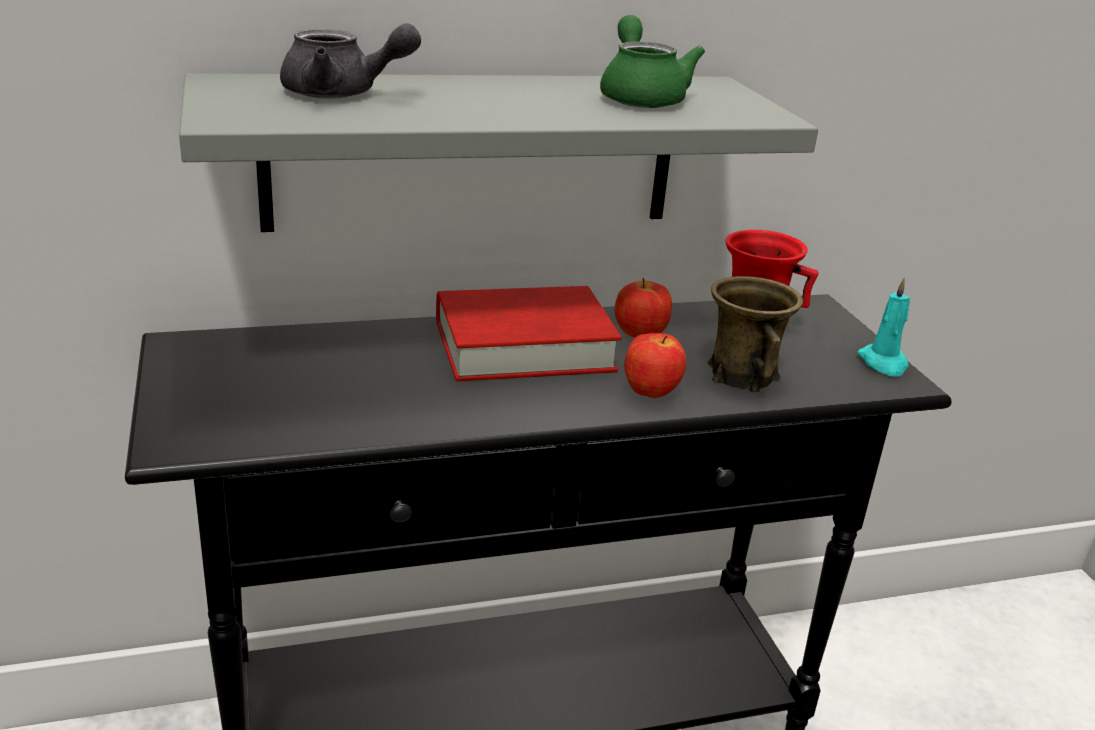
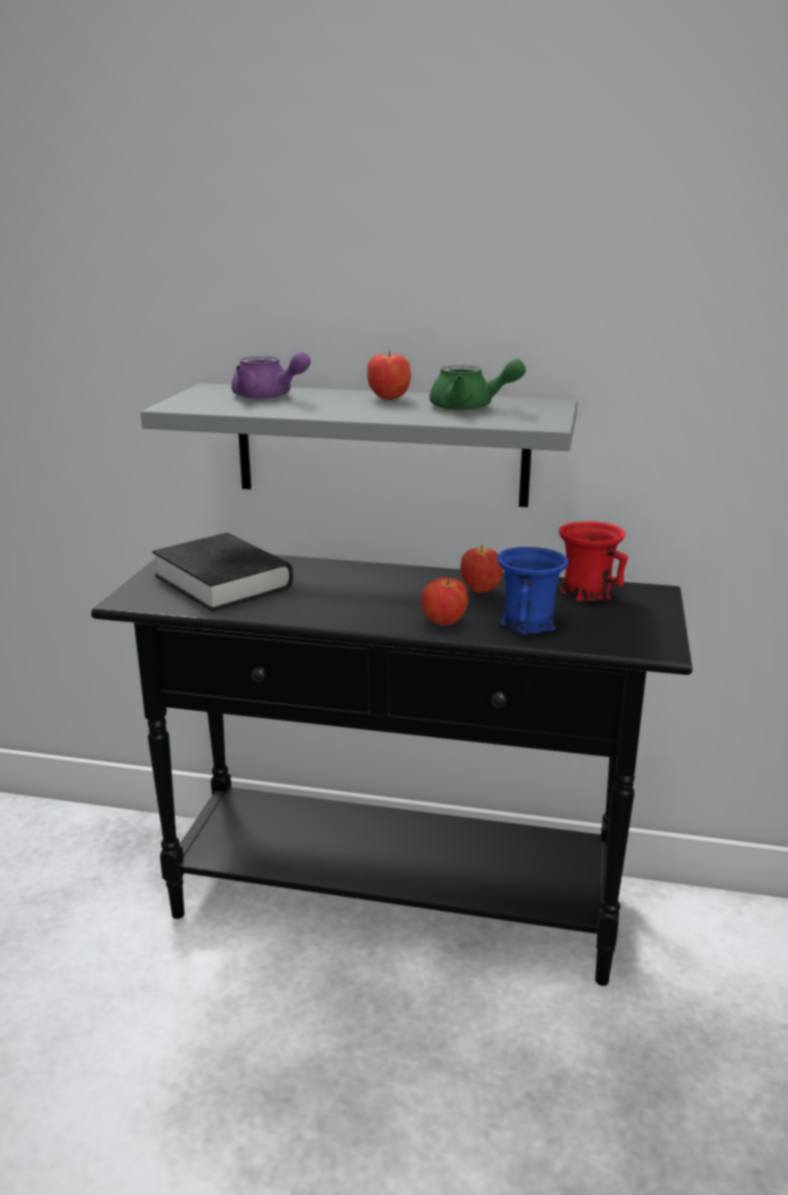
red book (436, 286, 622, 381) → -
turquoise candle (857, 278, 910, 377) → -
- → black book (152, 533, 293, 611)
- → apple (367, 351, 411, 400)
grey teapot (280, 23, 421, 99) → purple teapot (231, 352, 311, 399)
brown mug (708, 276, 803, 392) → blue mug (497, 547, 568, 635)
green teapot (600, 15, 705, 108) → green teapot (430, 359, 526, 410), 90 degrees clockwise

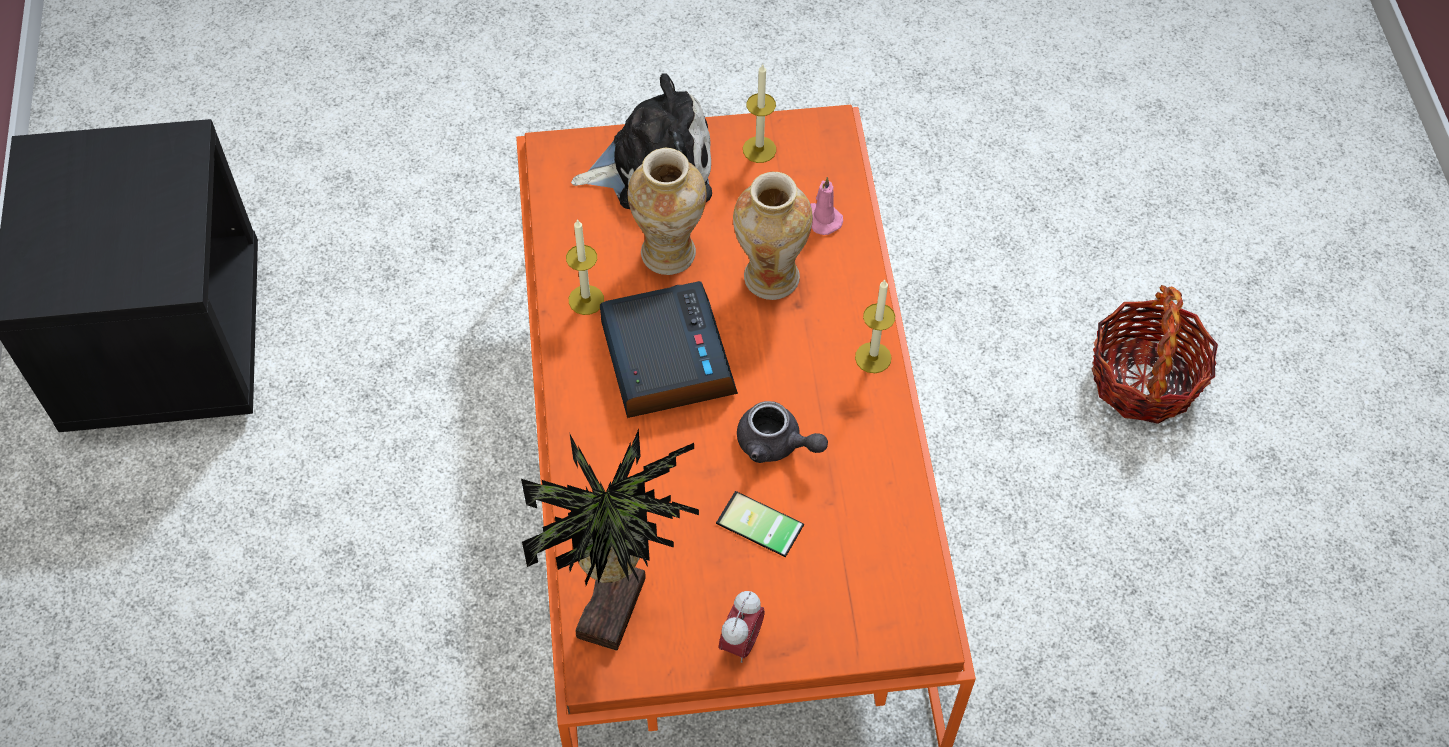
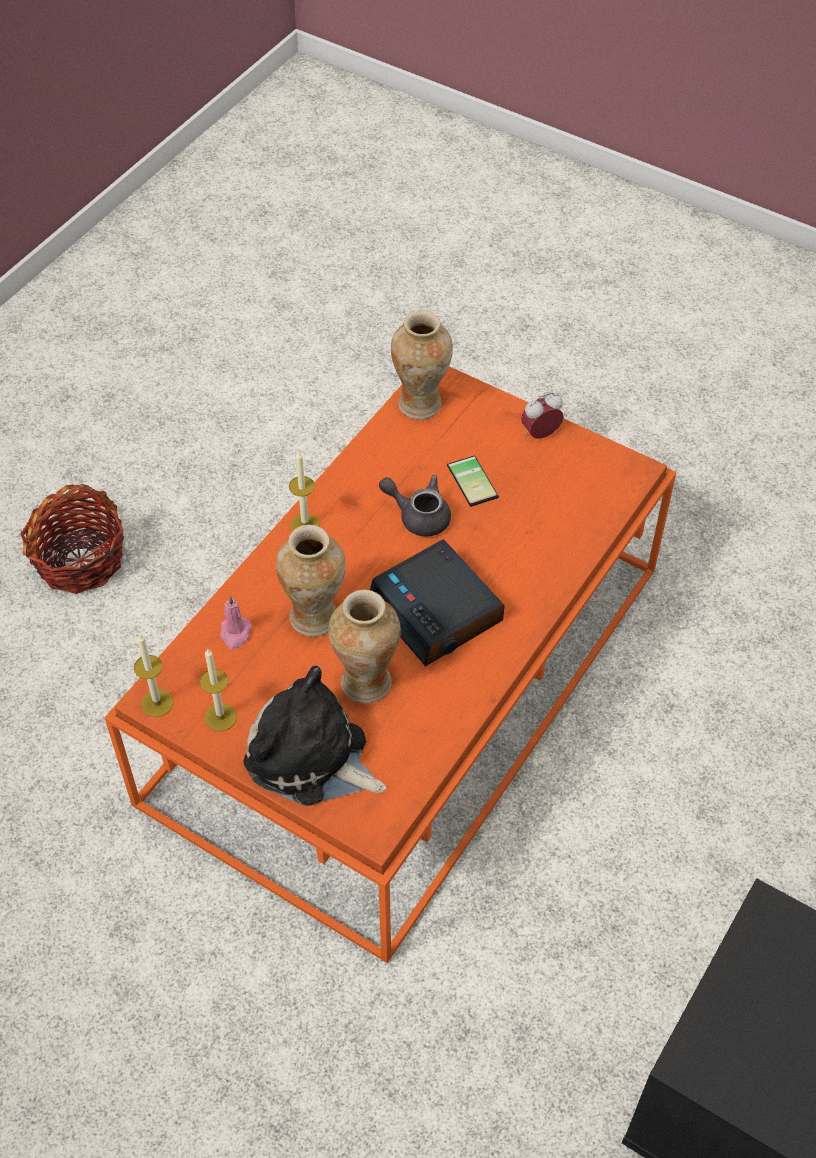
potted plant (521, 429, 699, 651) → -
- → vase (391, 310, 453, 420)
candle (566, 219, 604, 315) → candle (134, 635, 174, 717), moved
alarm clock (600, 281, 738, 418) → alarm clock (370, 539, 505, 667), 60 degrees counterclockwise
grey teapot (737, 401, 828, 463) → grey teapot (379, 475, 451, 537), 45 degrees counterclockwise

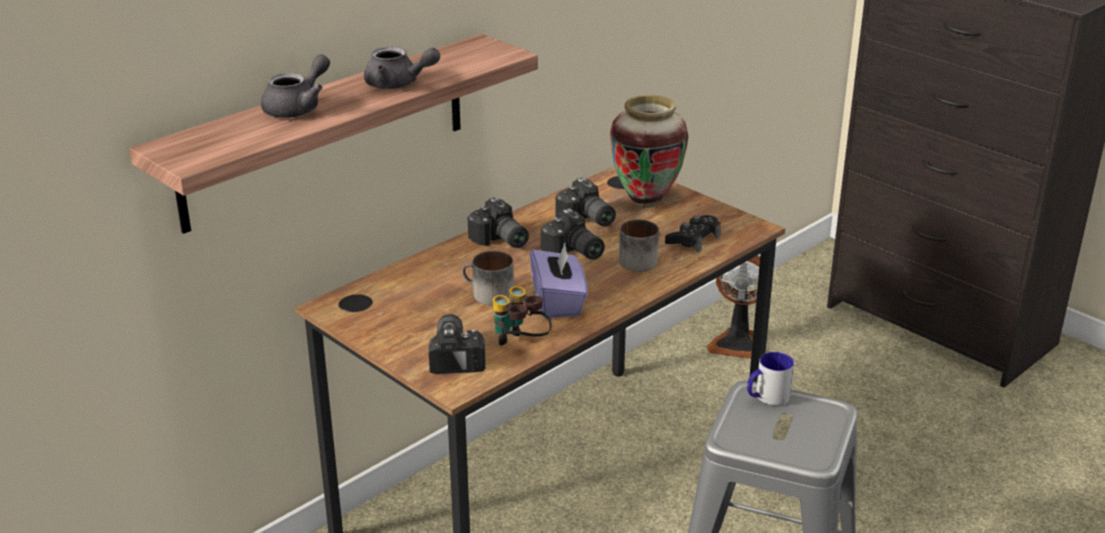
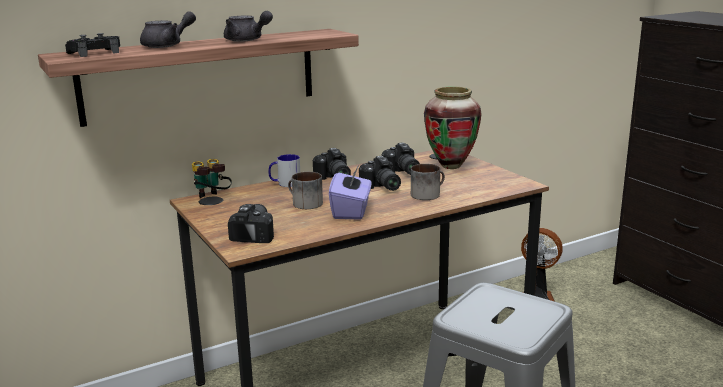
binoculars (493, 286, 552, 345) → binoculars (192, 159, 232, 198), moved
black game controller (665, 215, 721, 253) → black game controller (65, 33, 120, 57), moved
mug (747, 352, 794, 405) → mug (268, 154, 300, 187), moved

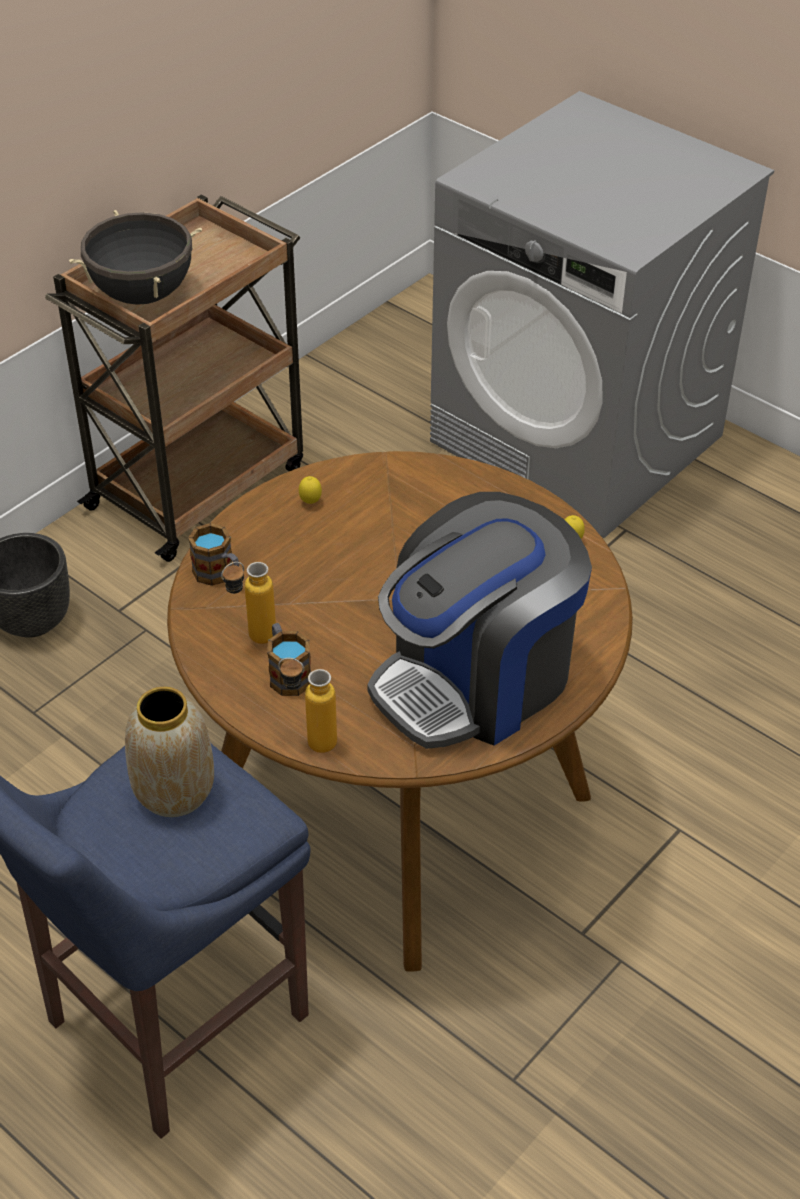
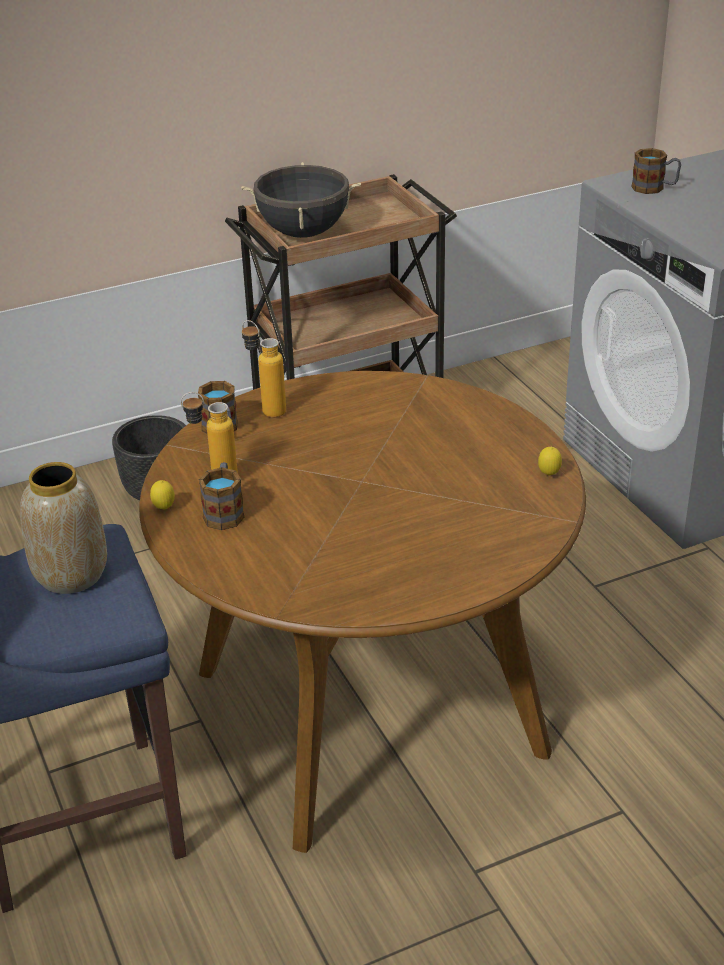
coffee machine (367, 492, 592, 749) → -
- → mug (631, 148, 681, 194)
bottle (278, 658, 337, 753) → bottle (242, 320, 286, 418), moved
lemon (299, 476, 322, 504) → lemon (150, 480, 175, 510), moved

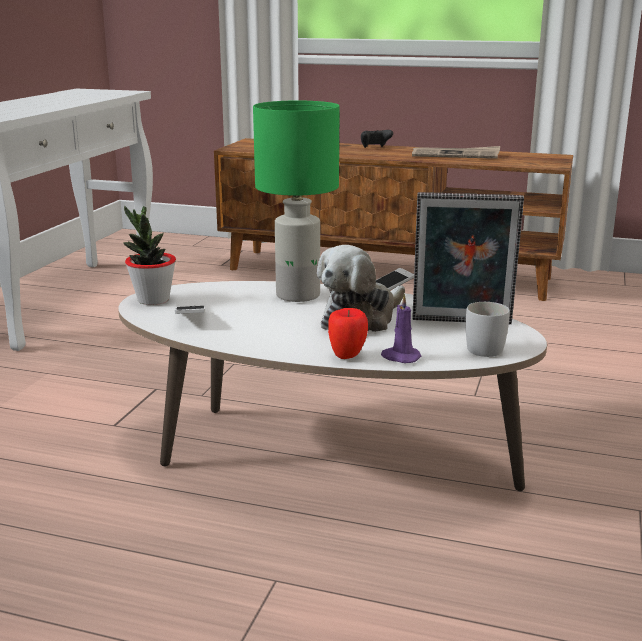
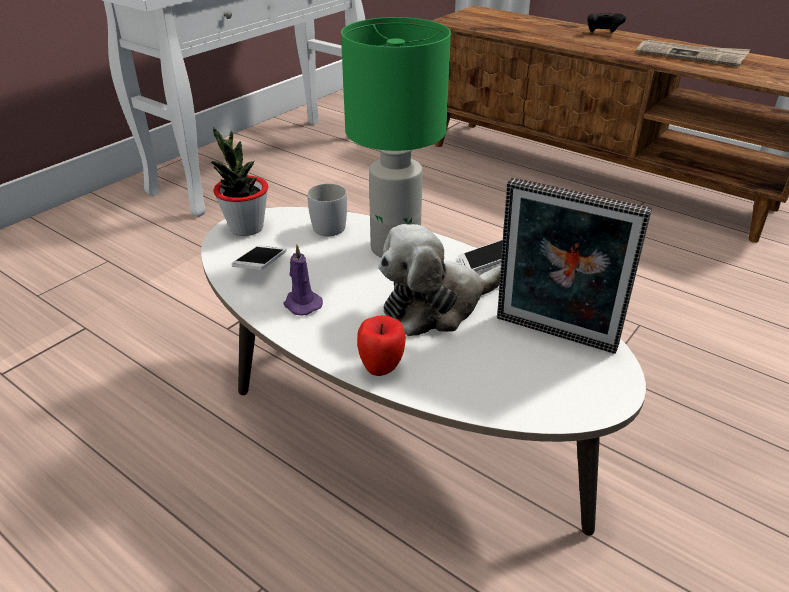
purple candle (381, 294, 422, 363) → purple candle (284, 244, 323, 316), moved
white mug (466, 302, 510, 357) → white mug (307, 184, 347, 236), moved

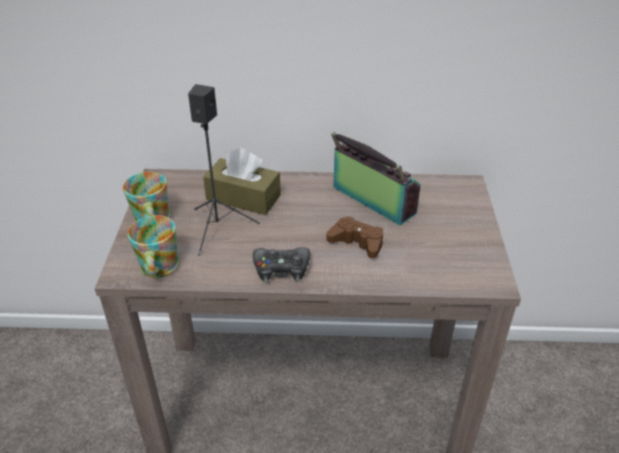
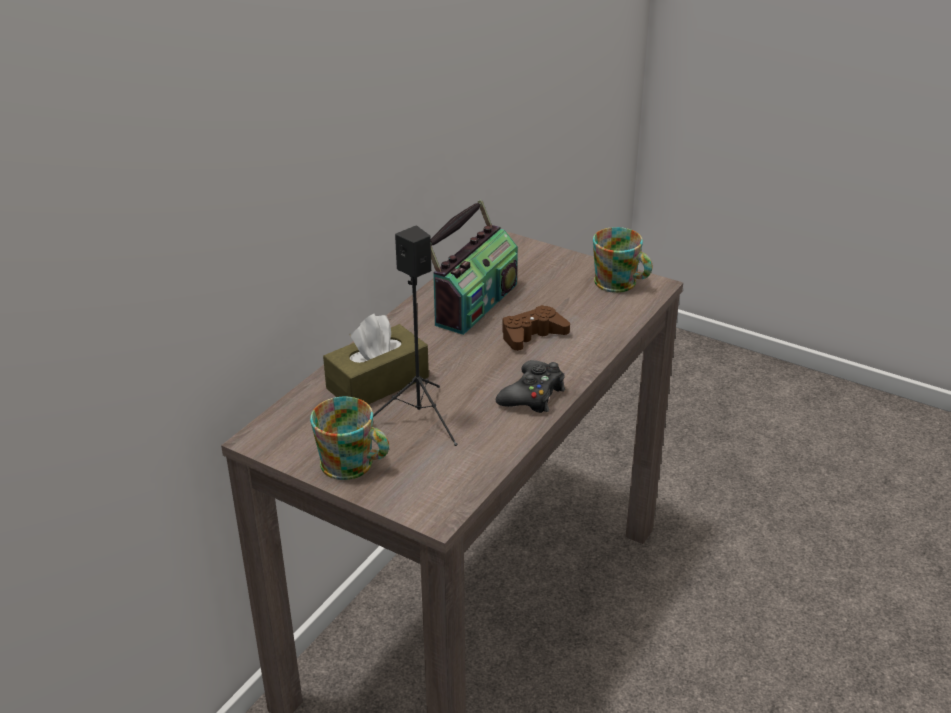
mug (127, 215, 179, 278) → mug (593, 227, 652, 293), moved
radio (331, 132, 421, 225) → radio (431, 200, 518, 335), 135 degrees clockwise

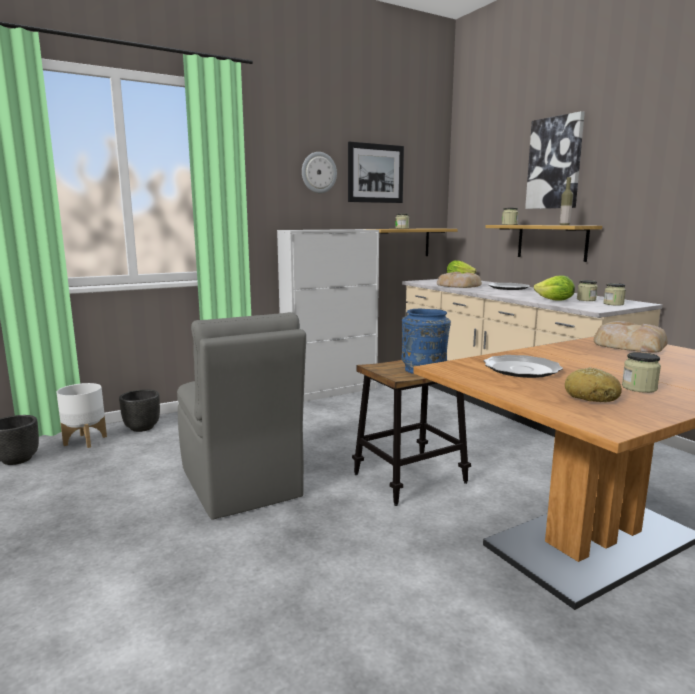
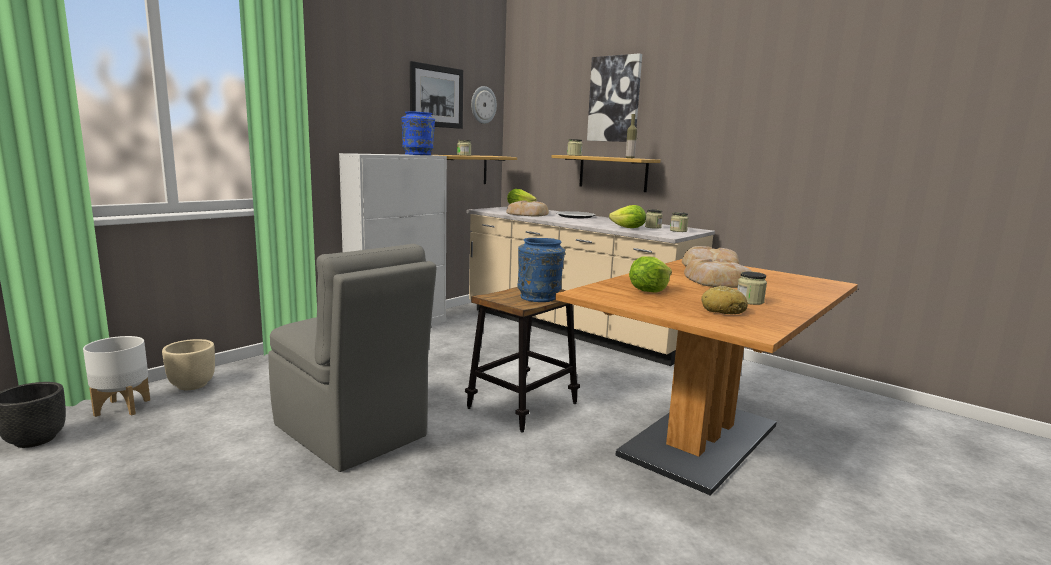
- → blue vase (401, 112, 435, 155)
- → bread (684, 259, 752, 288)
wall clock (302, 152, 337, 193) → wall clock (471, 86, 497, 124), moved
plate (484, 355, 563, 378) → lettuce (629, 256, 672, 293)
black planter (119, 389, 160, 432) → beige planter (162, 339, 215, 390)

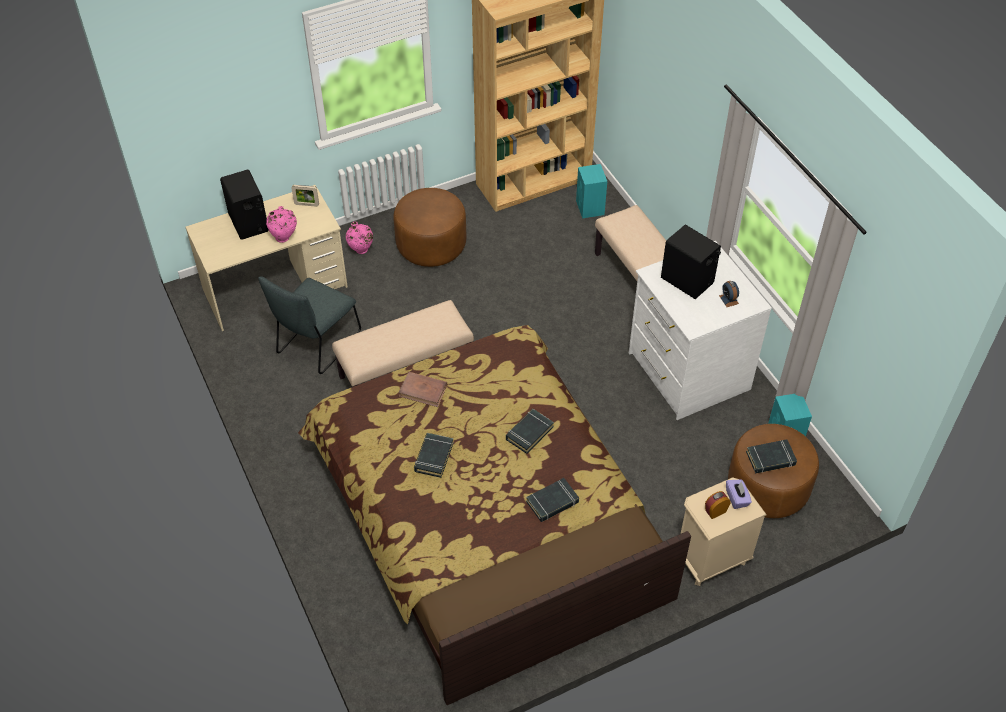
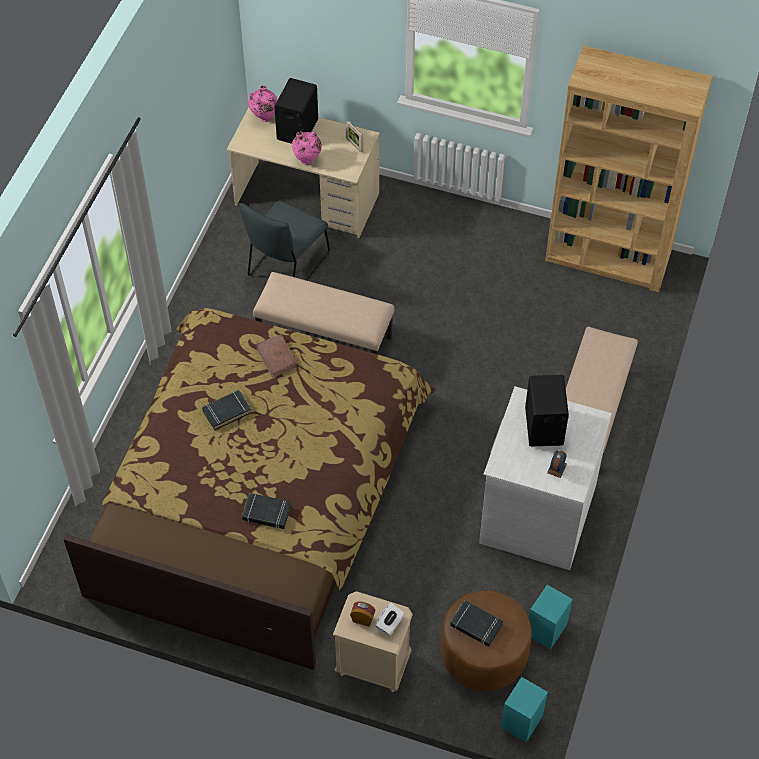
brown ottoman (393, 188, 466, 267) → -
black book (506, 409, 554, 454) → -
pink vase (346, 222, 373, 254) → pink vase (248, 85, 277, 122), moved
turquoise speaker (576, 164, 607, 218) → turquoise speaker (501, 677, 548, 742), moved
purple tissue box (726, 479, 752, 509) → white tissue box (375, 603, 405, 636)
grey chair (258, 276, 361, 374) → grey chair (239, 201, 330, 281), 45 degrees counterclockwise

